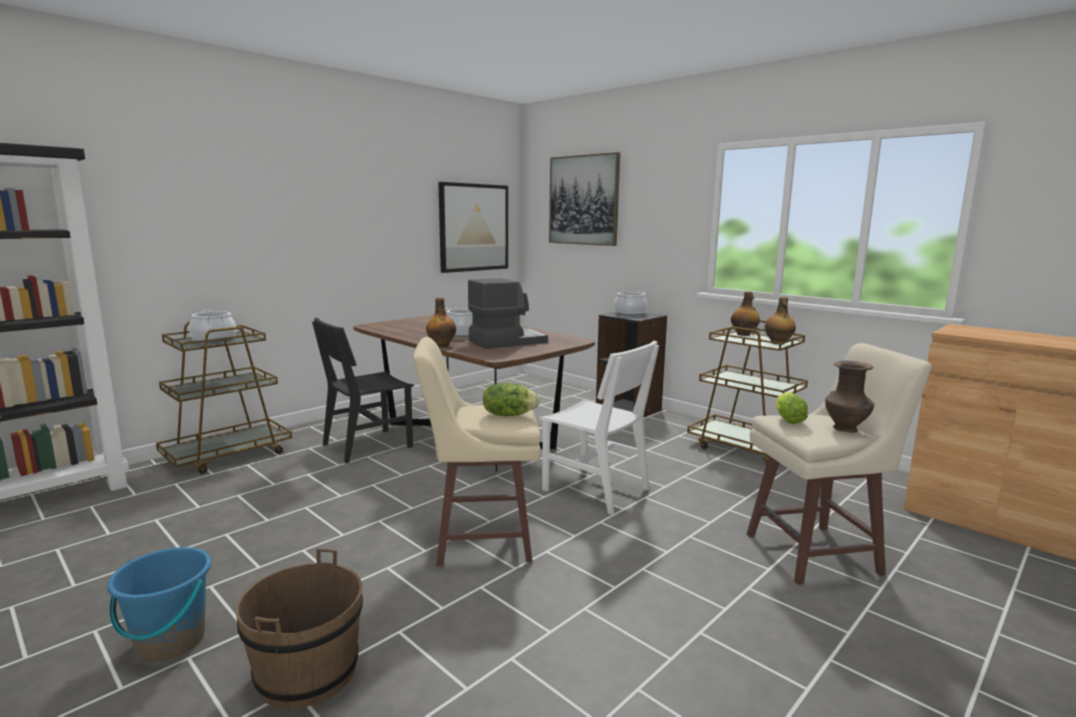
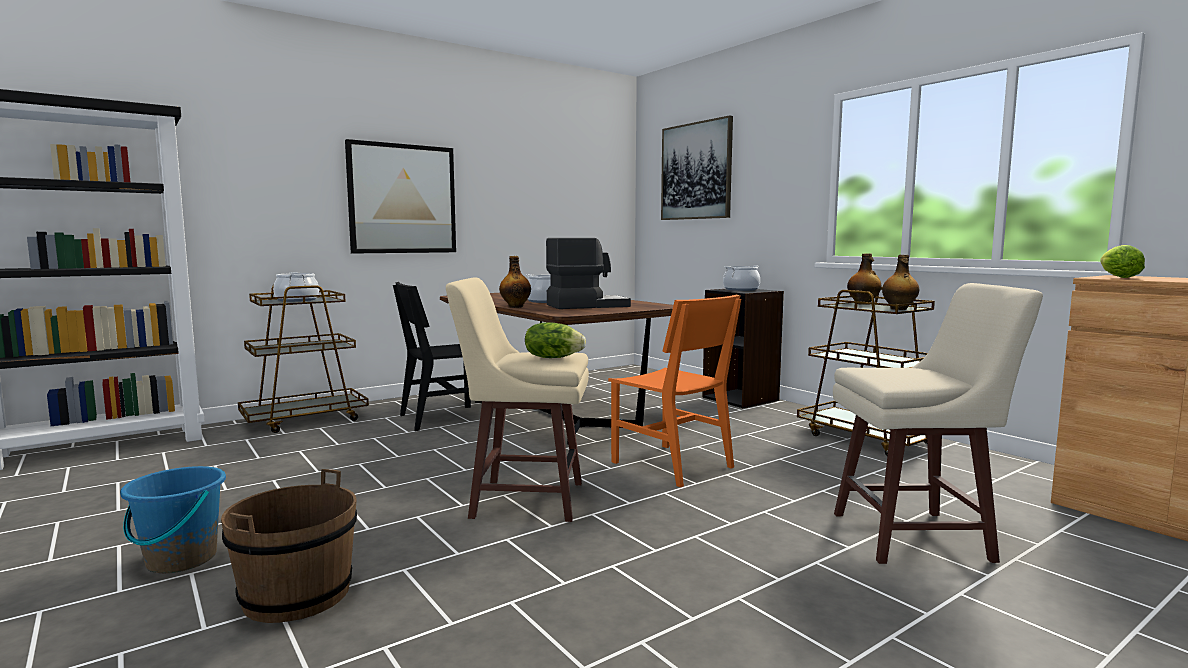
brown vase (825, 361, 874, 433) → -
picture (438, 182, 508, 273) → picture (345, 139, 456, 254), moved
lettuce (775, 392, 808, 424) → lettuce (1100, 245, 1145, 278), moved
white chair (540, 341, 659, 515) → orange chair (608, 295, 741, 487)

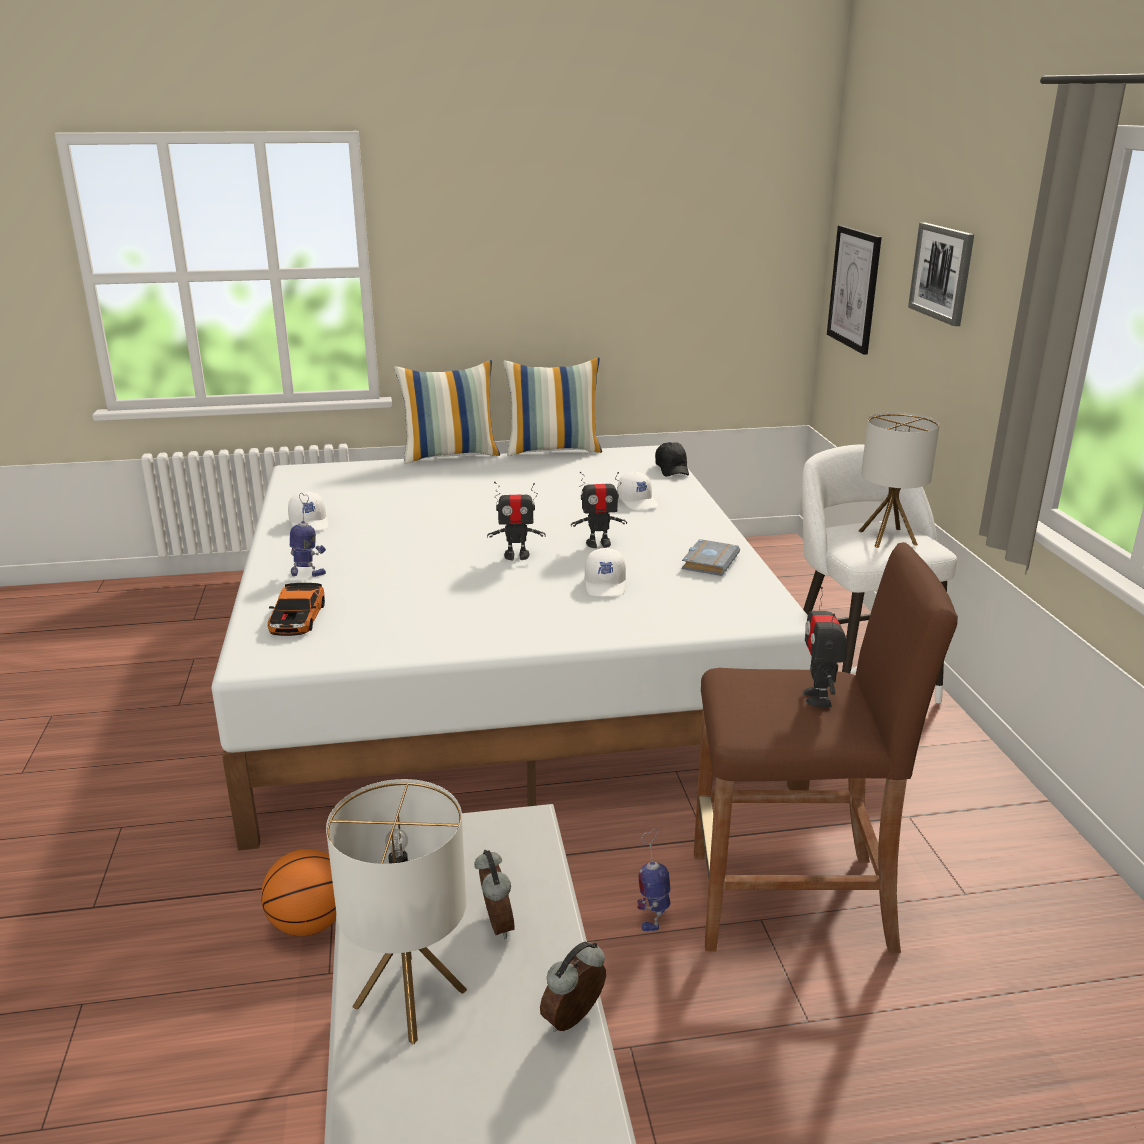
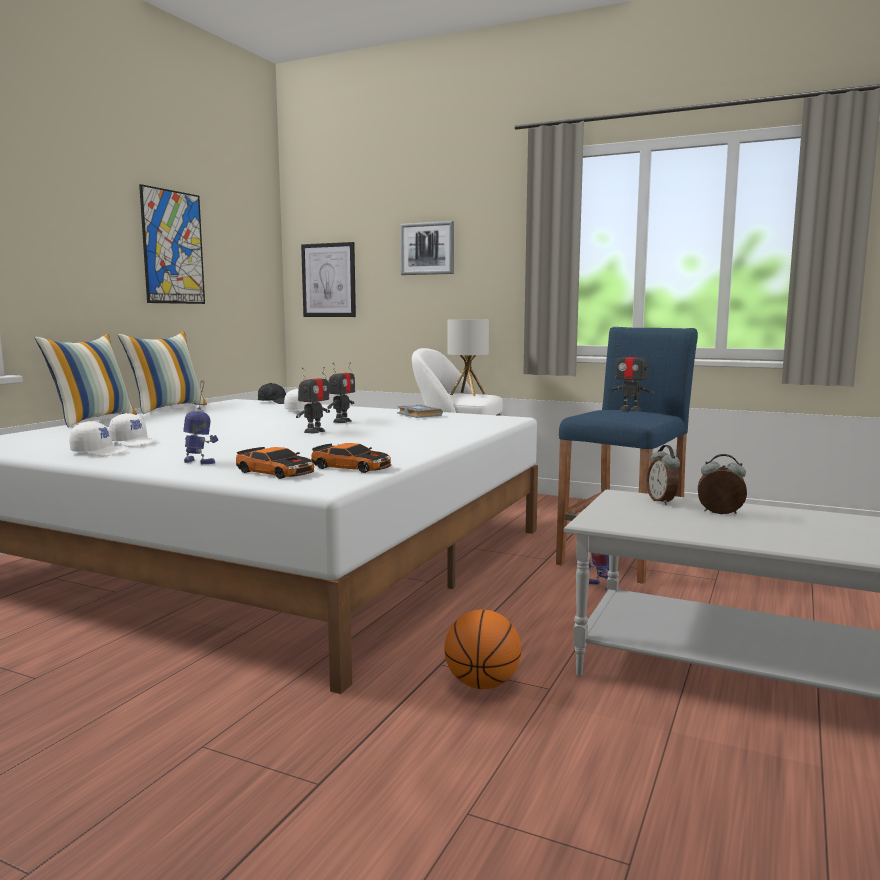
table lamp (326, 779, 467, 1044) → -
- → picture (139, 184, 205, 304)
- → toy car (311, 443, 391, 473)
alarm clock (540, 942, 606, 1032) → alarm clock (646, 445, 680, 505), moved
white cap (585, 548, 626, 596) → white cap (109, 413, 157, 447), moved
brown stool (694, 542, 958, 953) → blue stool (556, 327, 698, 584)
toy robot (290, 493, 326, 577) → toy robot (183, 380, 218, 464), 75 degrees clockwise

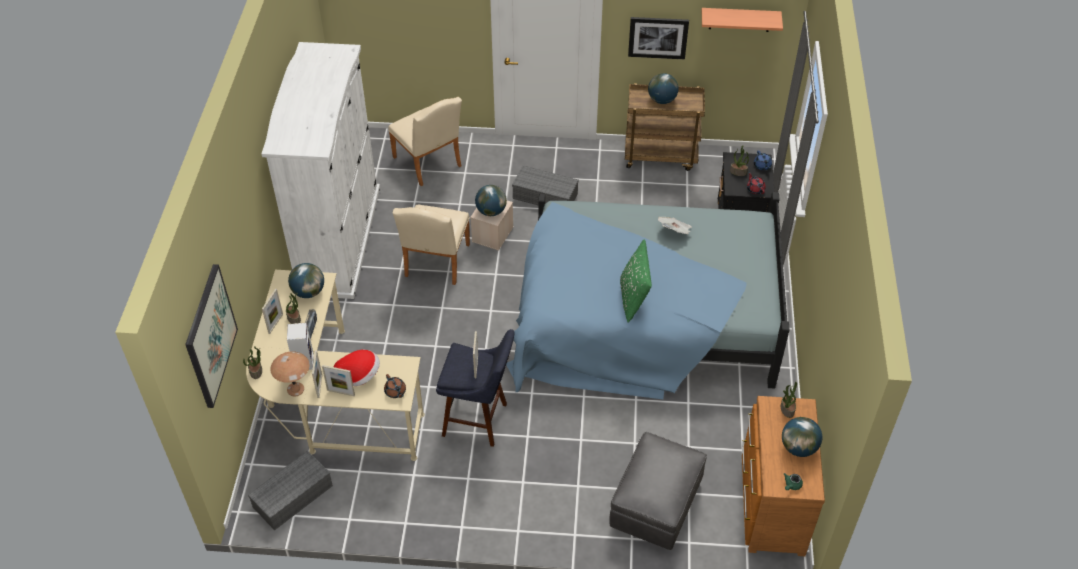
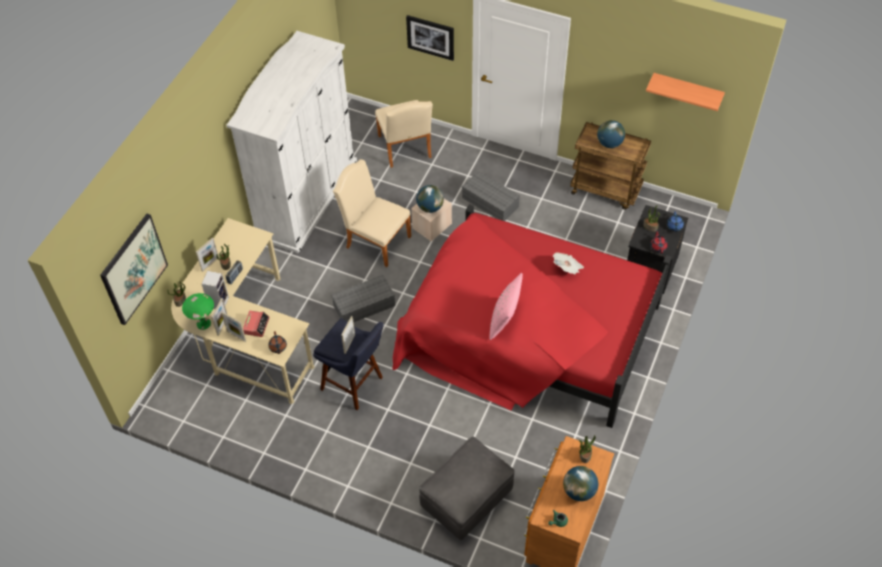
globe (288, 263, 324, 298) → -
grey storage box (248, 451, 333, 530) → grey storage box (331, 275, 395, 322), moved
picture (628, 17, 689, 59) → picture (406, 15, 454, 61), moved
hat (334, 350, 380, 386) → alarm clock (243, 311, 270, 337)
brown table lamp (270, 351, 310, 396) → green table lamp (182, 293, 214, 330)
blue bed (506, 192, 790, 399) → red bed (392, 204, 672, 428)
green pillow (620, 239, 652, 323) → pink pillow (490, 273, 523, 340)
beige chair (393, 205, 470, 285) → beige chair (333, 159, 411, 267), 90 degrees clockwise

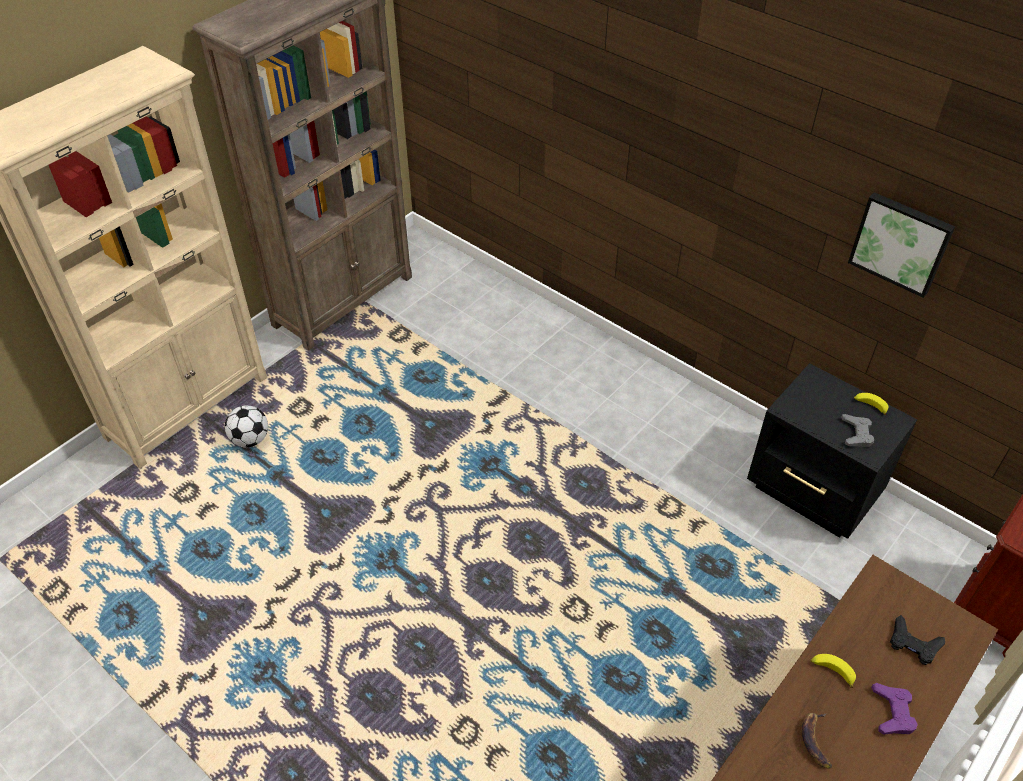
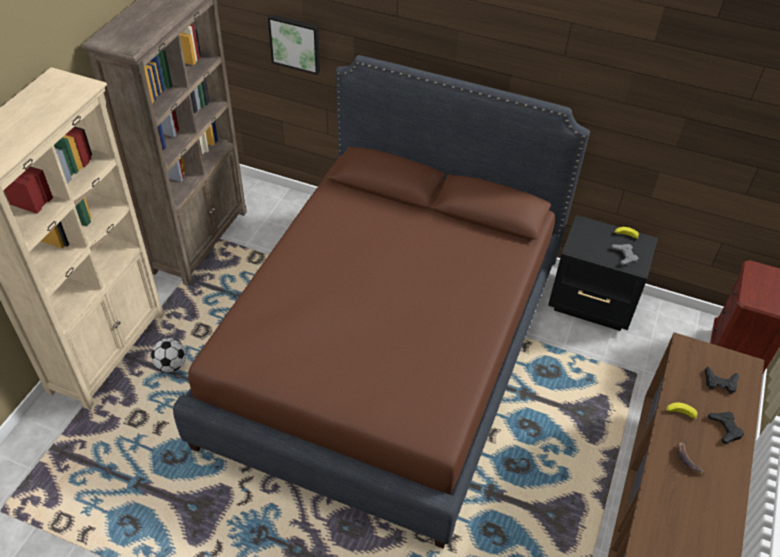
- → brown bed (173, 55, 590, 549)
picture (848, 192, 955, 298) → picture (268, 15, 320, 75), moved
purple game controller (871, 683, 918, 735) → black game controller (707, 412, 744, 444)

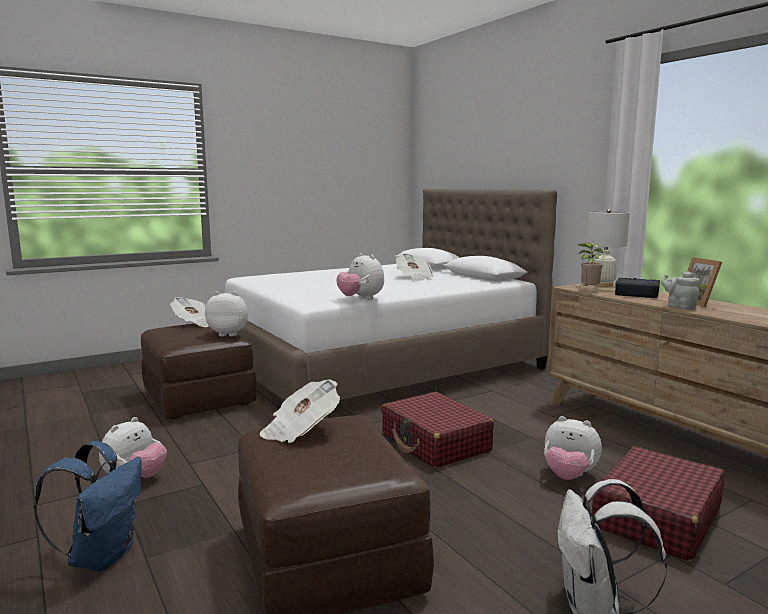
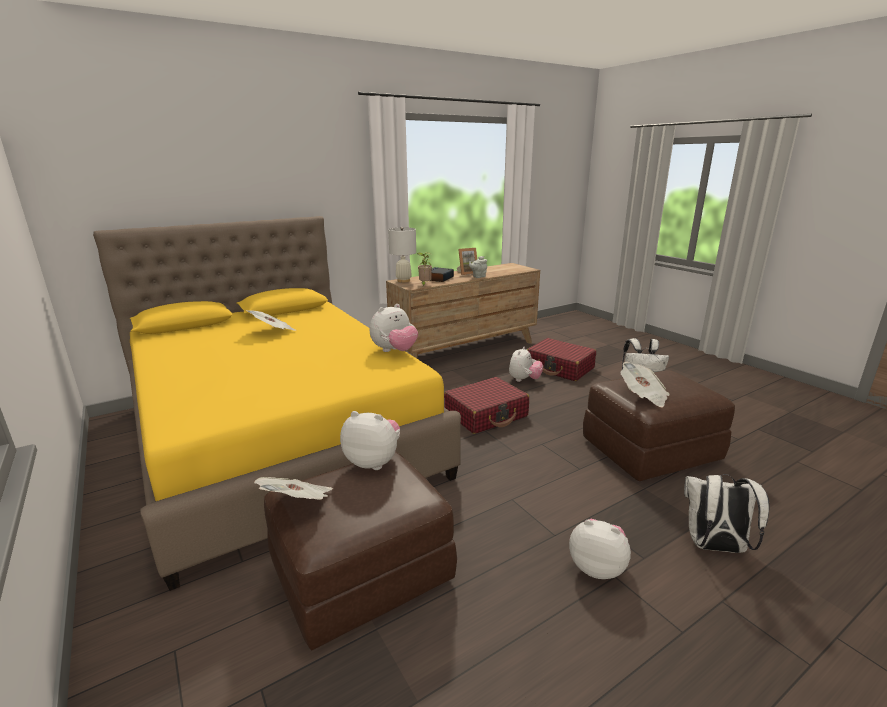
blue backpack (34, 441, 142, 572) → white backpack (684, 474, 769, 553)
white bed (225, 188, 557, 401) → yellow bed (93, 216, 461, 591)
plush toy (205, 291, 248, 336) → plush toy (340, 411, 400, 470), 105 degrees clockwise

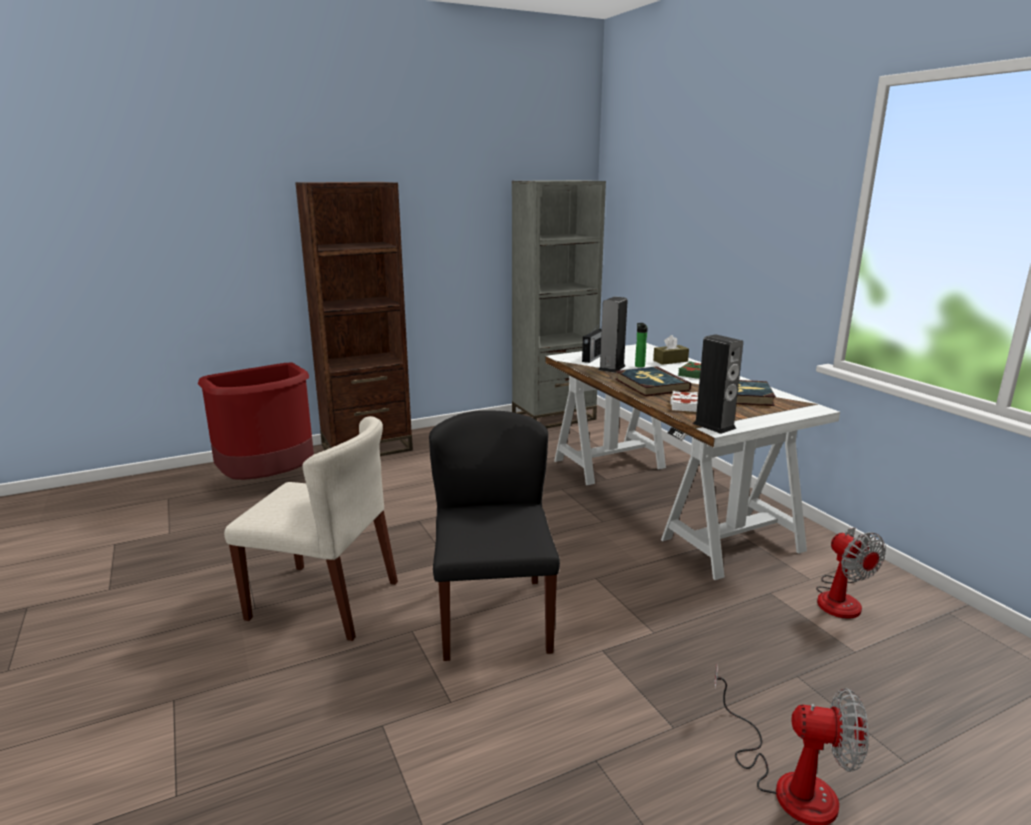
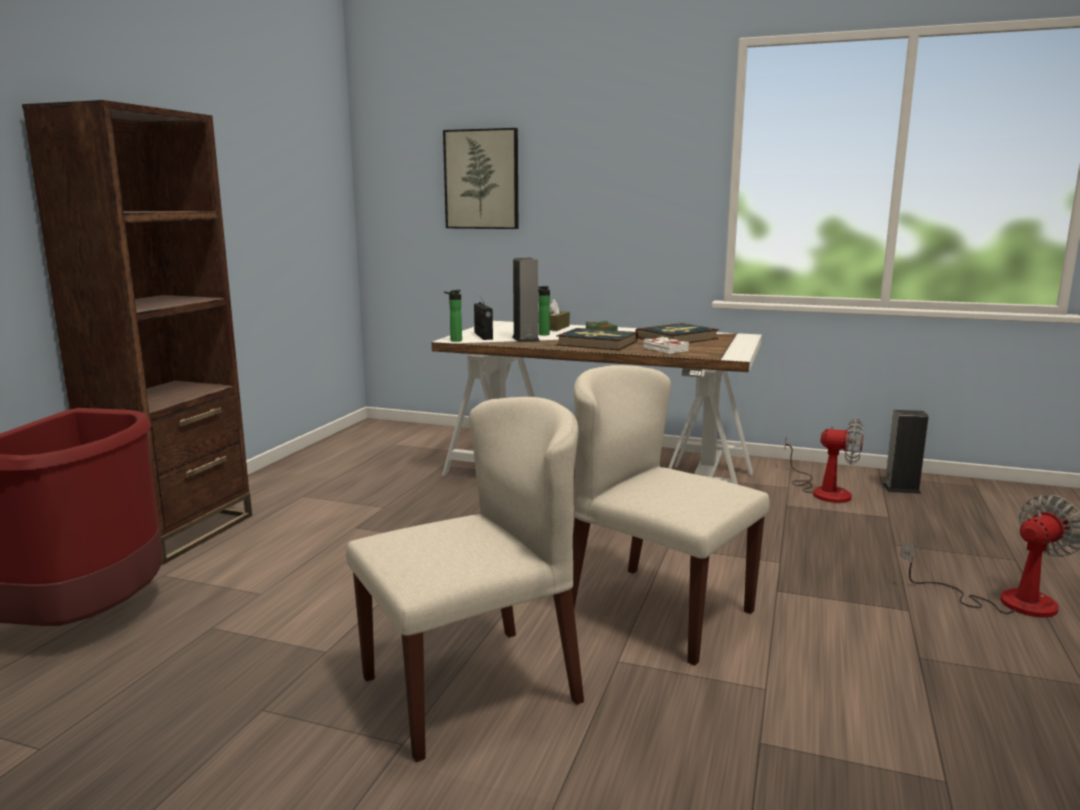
grey bookcase (512, 180, 606, 428) → -
- → picture (443, 128, 518, 229)
- → bottle (444, 290, 462, 342)
speaker (693, 334, 743, 434) → speaker (882, 410, 928, 494), moved
black chair (429, 410, 560, 661) → beige chair (572, 365, 770, 666)

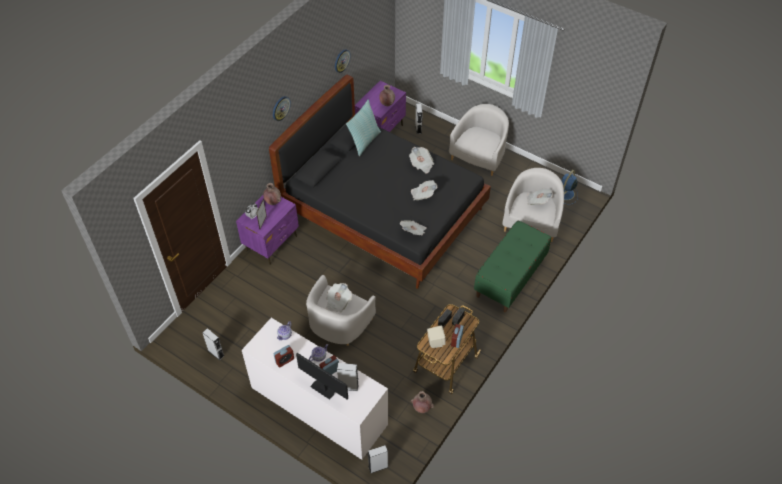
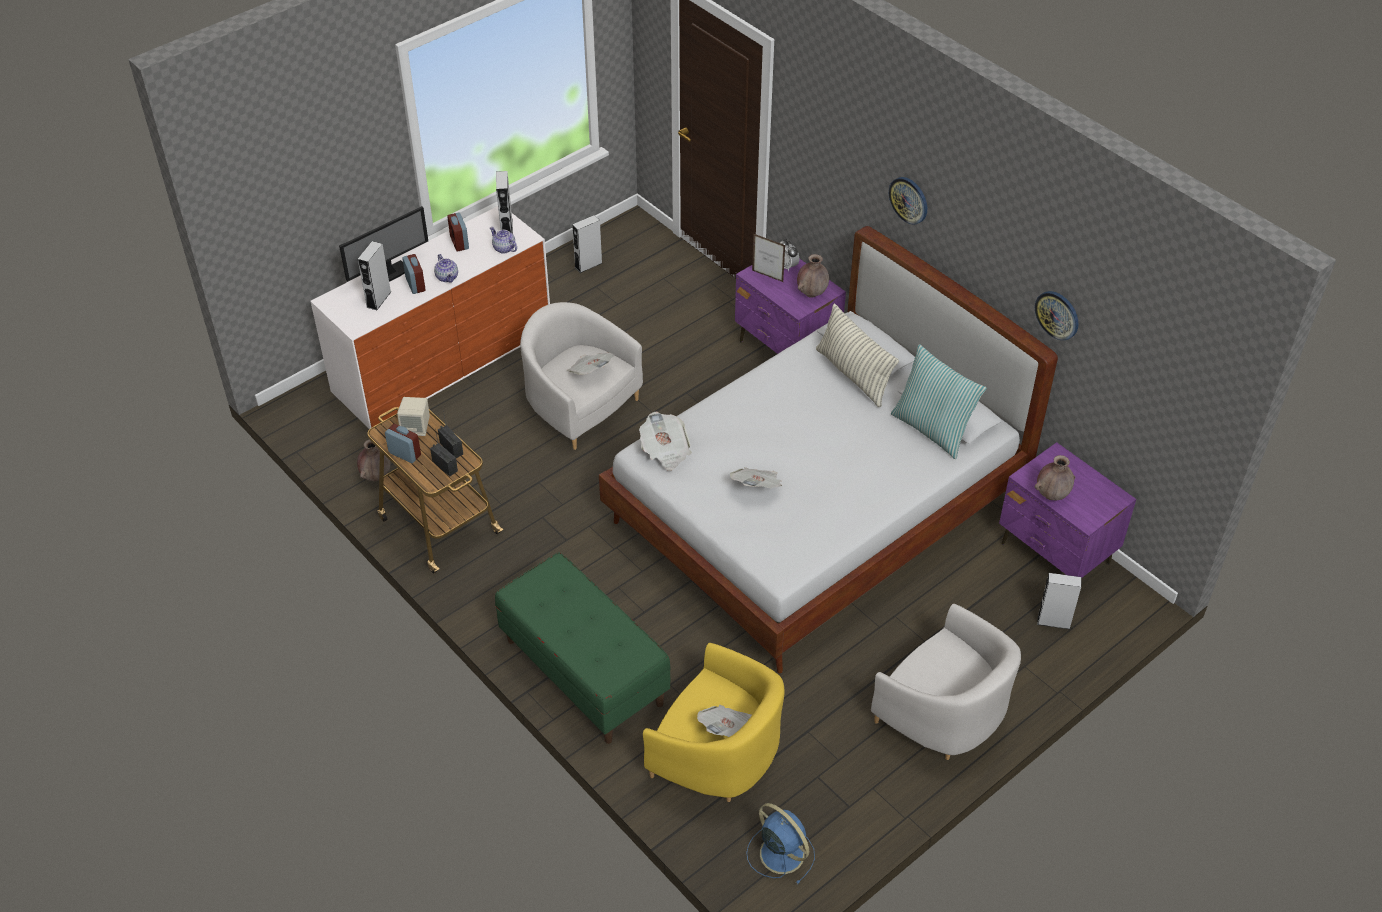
newspaper (409, 147, 434, 174) → -
- → pillow (816, 304, 899, 407)
grey speaker (368, 445, 388, 473) → grey speaker (496, 171, 513, 234), moved
black bed (269, 75, 491, 289) → white bed (599, 226, 1058, 673)
white armchair (502, 168, 564, 242) → yellow armchair (643, 643, 785, 802)

